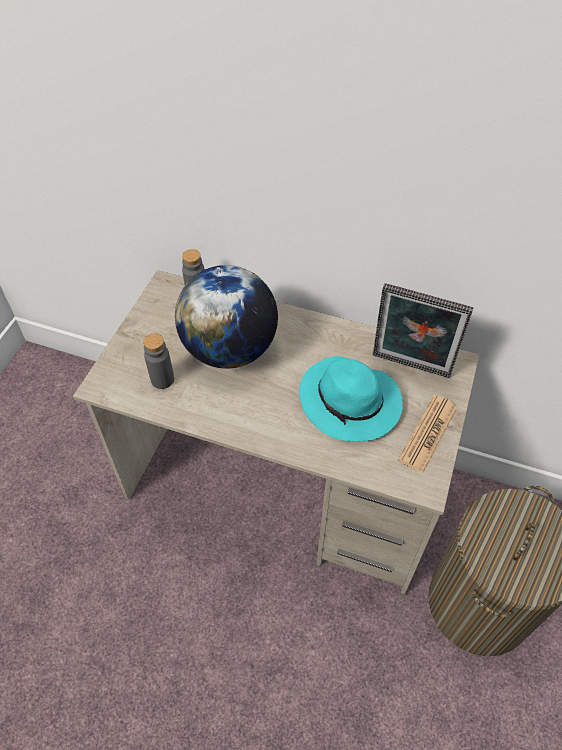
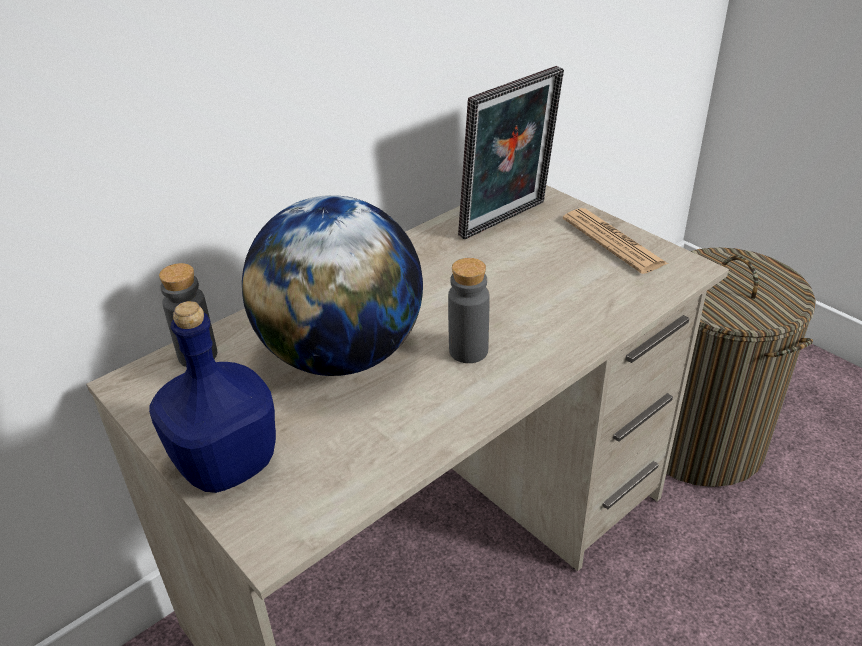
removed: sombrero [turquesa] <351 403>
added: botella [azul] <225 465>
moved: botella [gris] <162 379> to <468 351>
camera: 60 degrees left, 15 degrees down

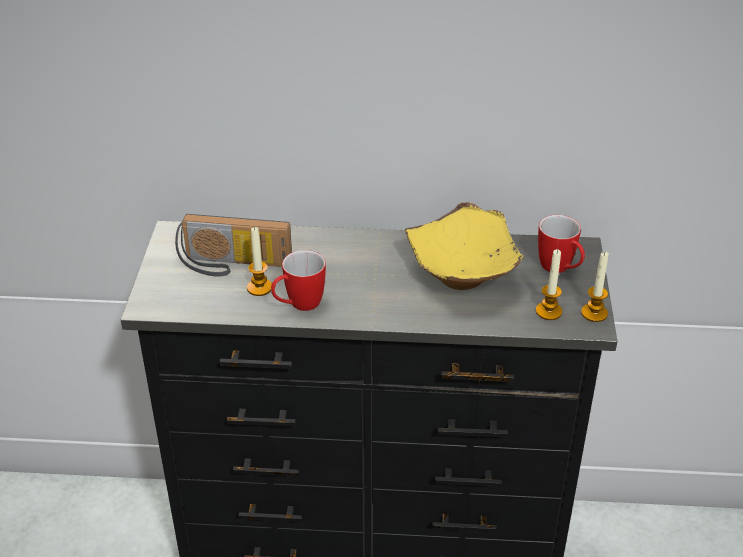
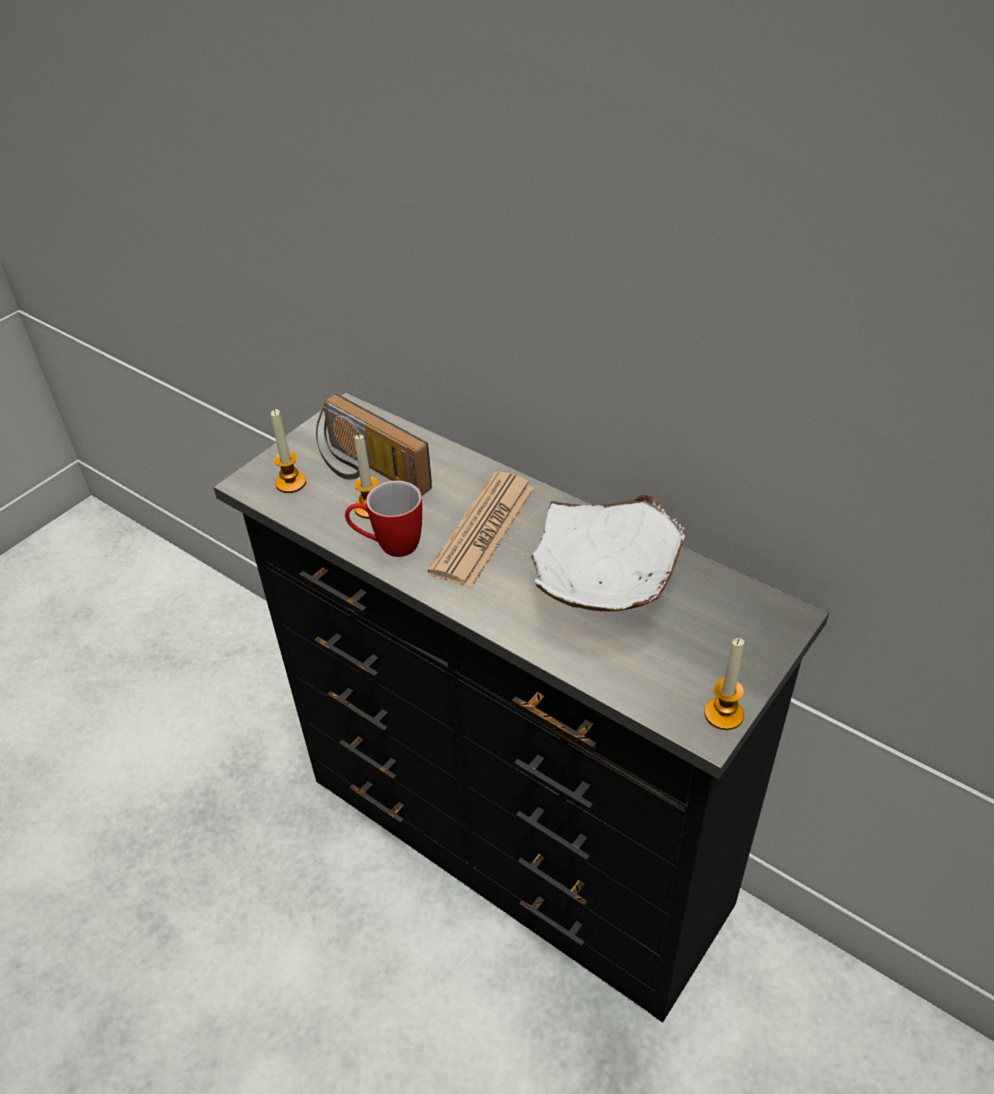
removed: taza grande <560 269>
added: periódico <483 529>
moved: vela <548 311> to <291 483>
recoloured: cuenco [amarillo] <465 276> to cuenco [blanco] <605 590>
camera: 35 degrees right, 5 degrees up

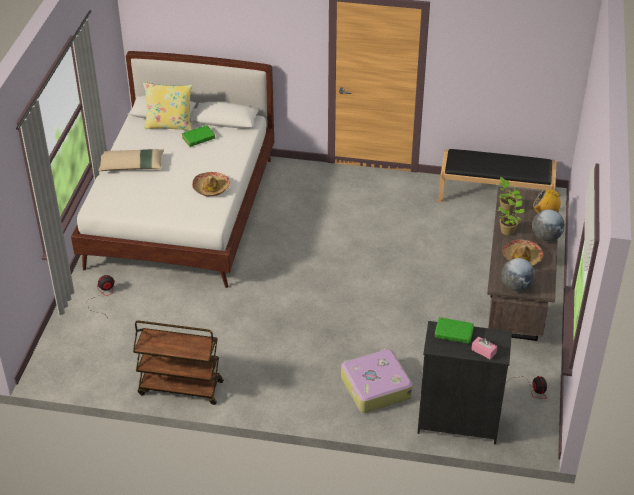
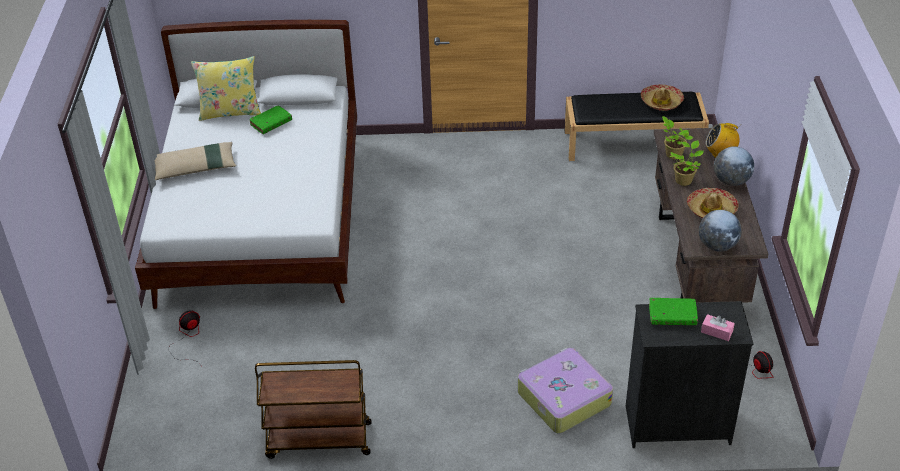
moved: sombrero <211 188> to <661 102>
camera: 10 degrees left, 0 degrees up

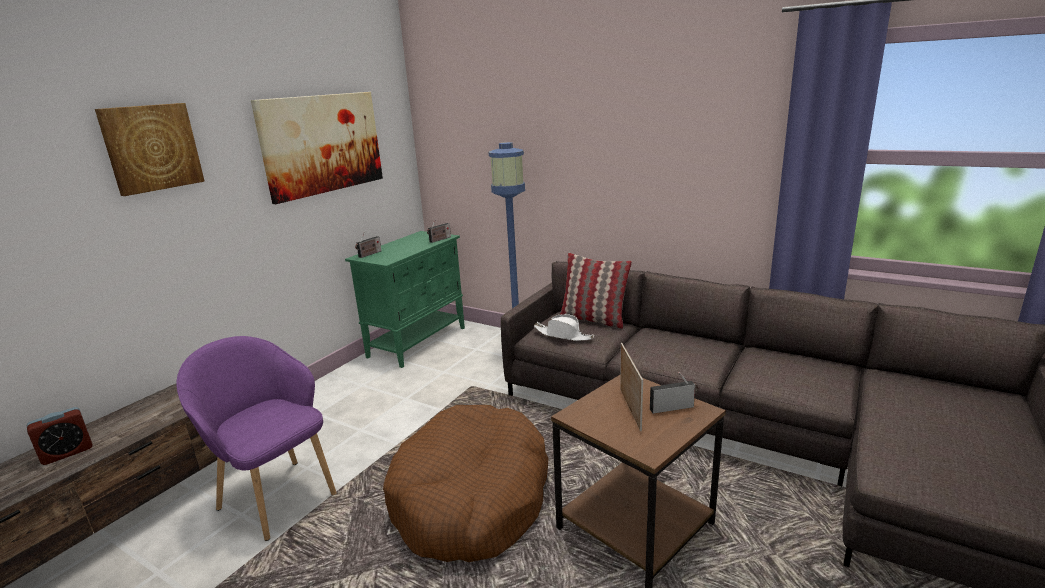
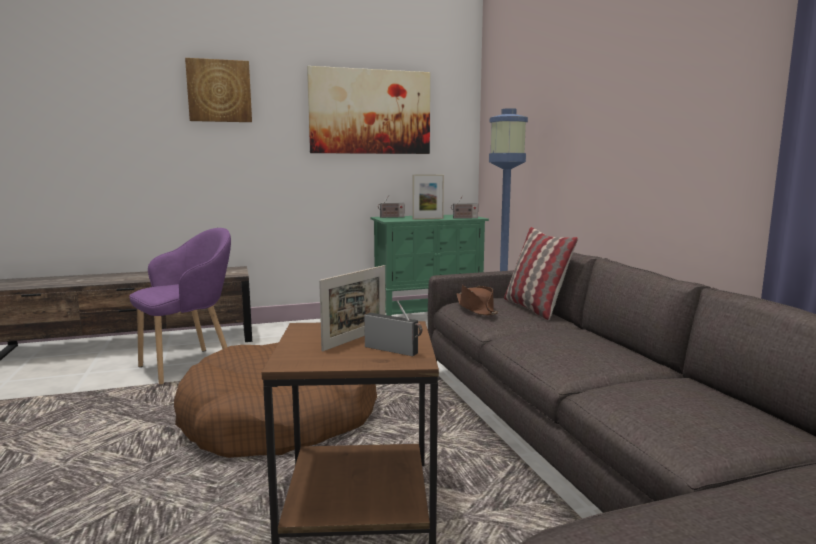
removed: despertador <67 453>
added: portarretratos <427 219>
recoloured: sombrero [blanco] <563 335> to sombrero [marrón] <476 308>
turned: sillón [morado] <277 497> = <189 366> 60 degrees clockwise
camera: 40 degrees right, 10 degrees down

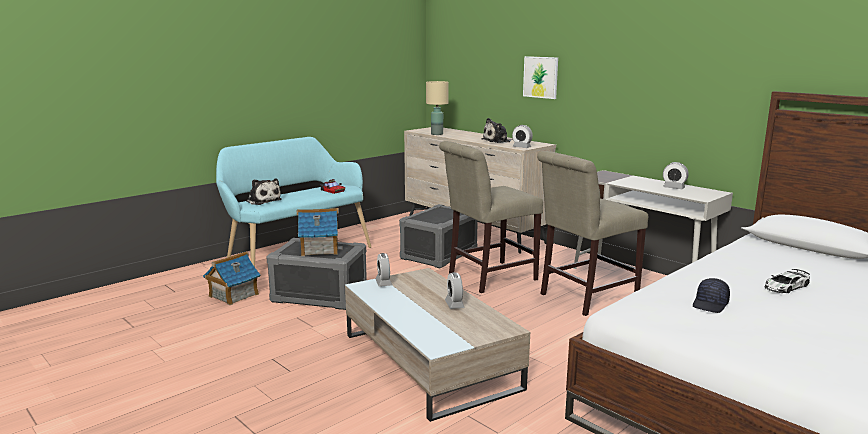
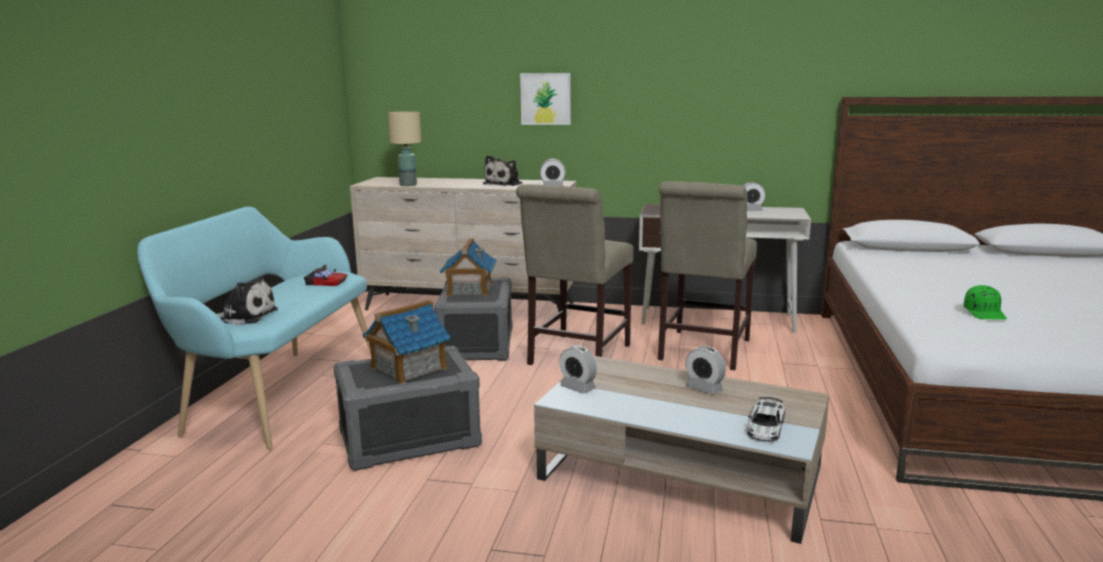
moved: casita <233 295> to <469 290>; coche de juguete <786 286> to <765 426>
recoloured: gorra [negro] <710 304> to gorra [verde] <985 313>
camera: 35 degrees left, 0 degrees up

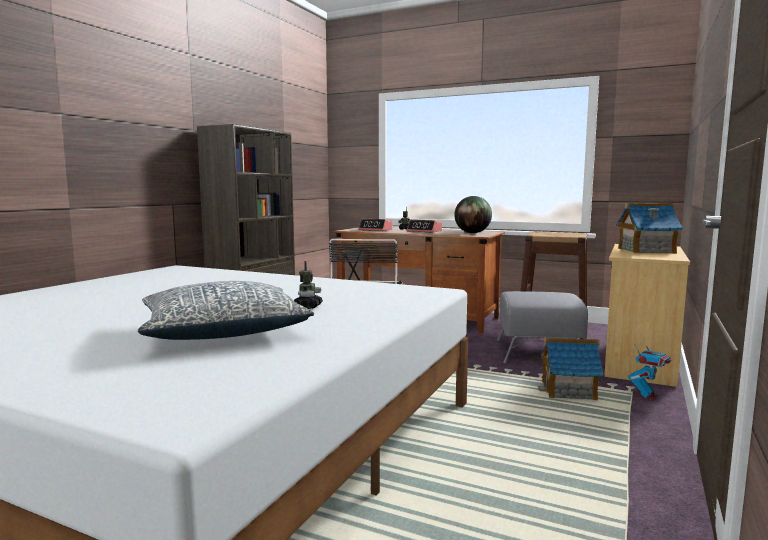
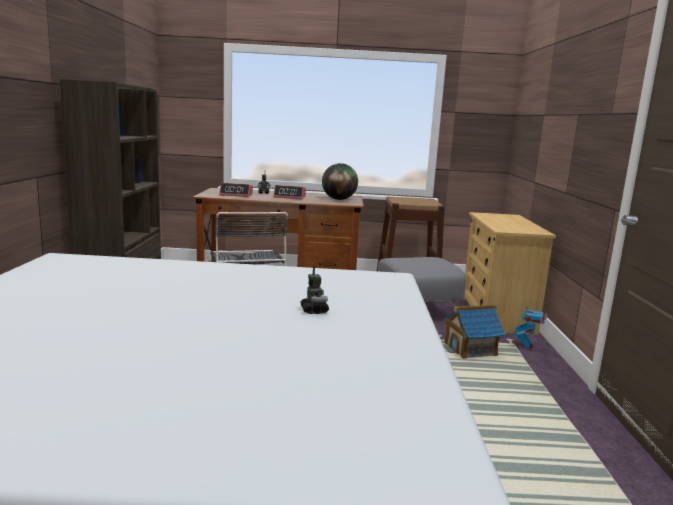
removed: cojín <224 331>; casita <645 251>
camera: 25 degrees left, 5 degrees up

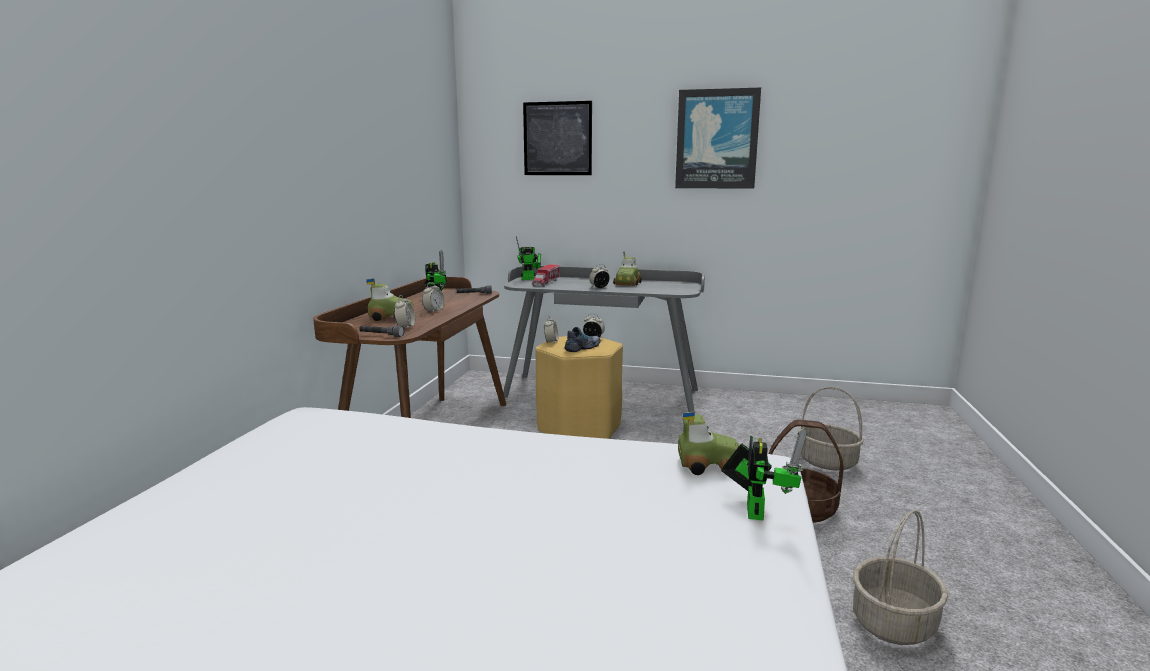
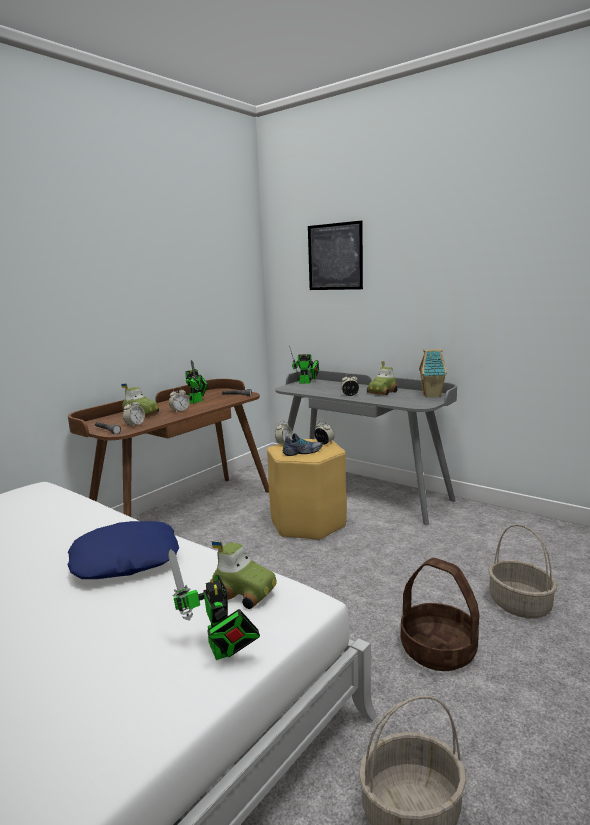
removed: camión de juguete <546 282>; cuadro <716 139>
added: cojín [azul] <125 559>; casita <432 395>
turned: robot de juguete <754 509> = <220 652> 120 degrees clockwise
camera: 25 degrees right, 0 degrees up

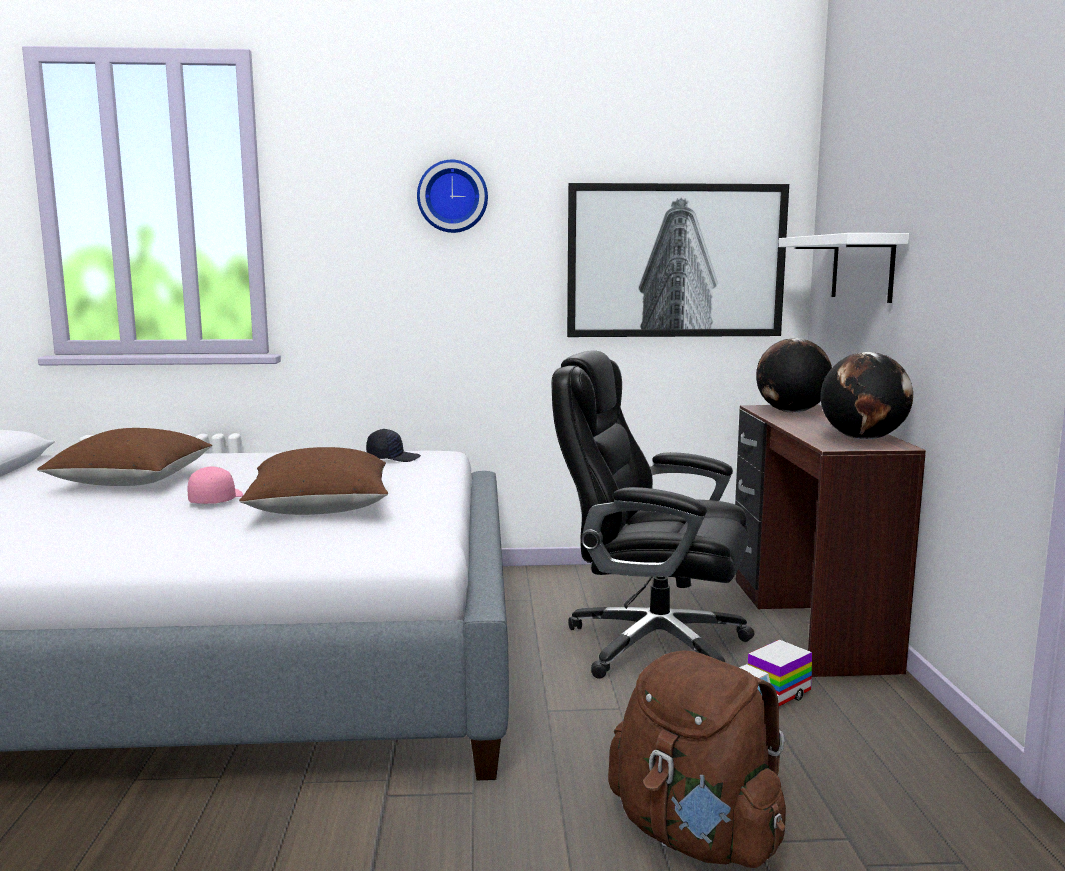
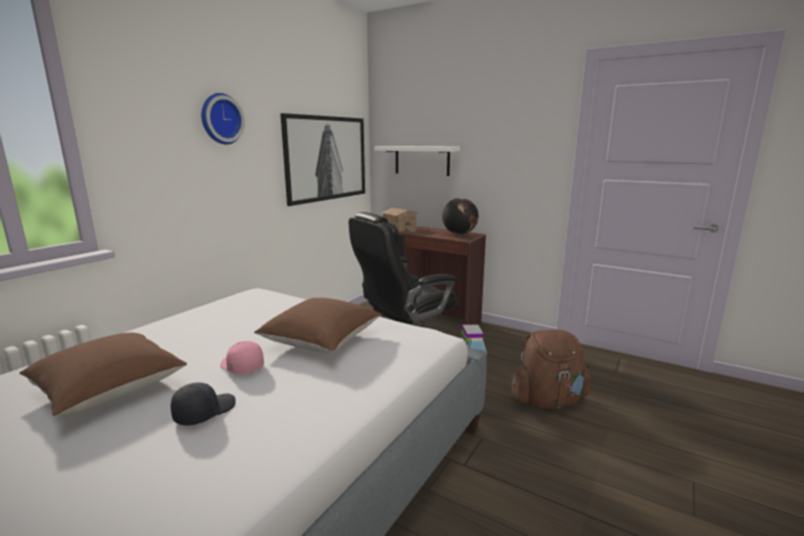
moved: gorra [negro] <393 458> to <204 411>
replaced: globo terráqueo <791 412> to casita <399 228>
camera: 55 degrees left, 5 degrees up

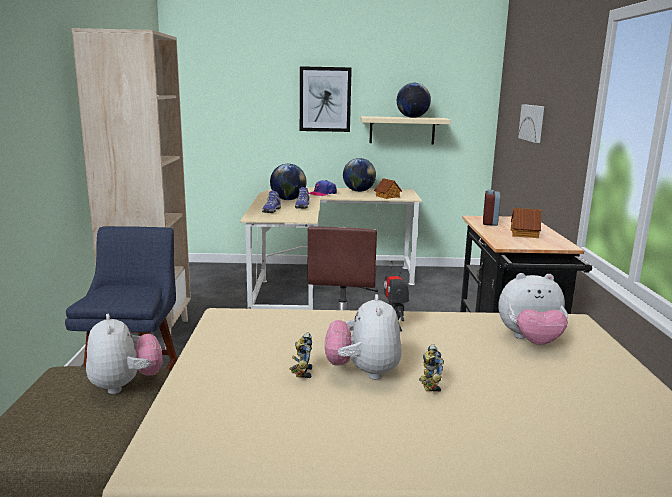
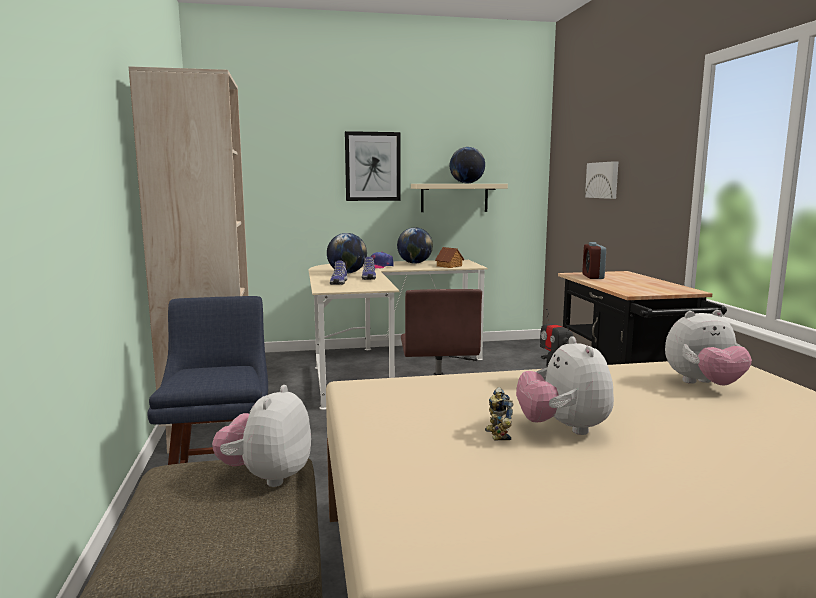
removed: robot de juguete <427 385>; casita <523 234>
turned: peluche <125 385> = <267 477> 135 degrees counterclockwise
camera: 10 degrees left, 5 degrees down

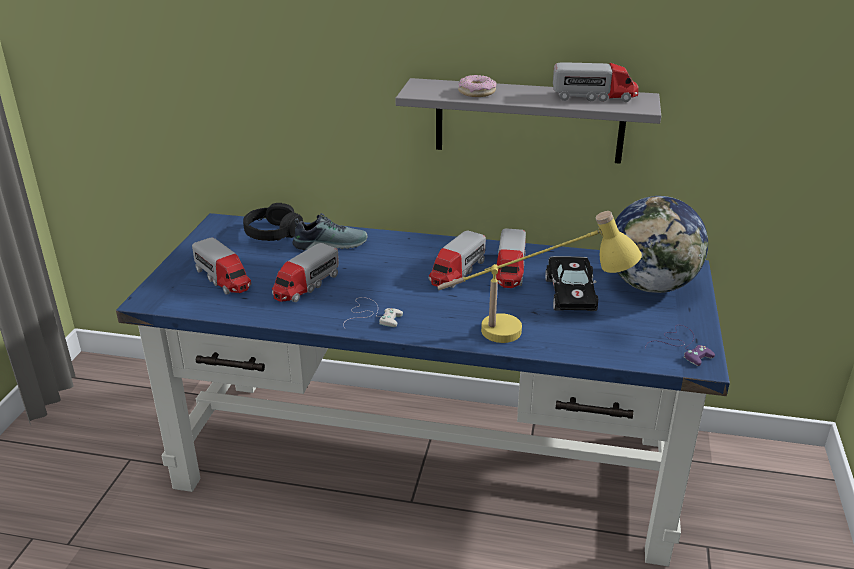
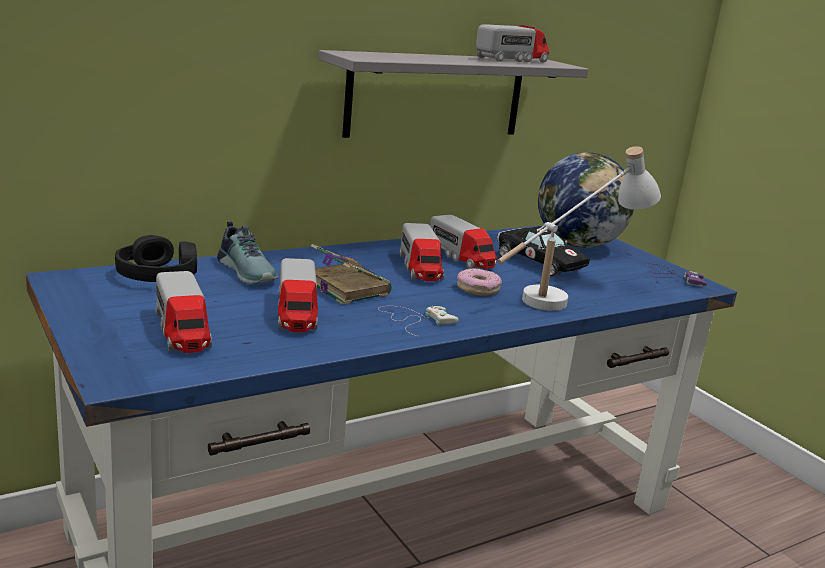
added: libro <346 287>
moved: rosquilla <477 92> to <478 289>
recoloured: lámpara de mesa [amarillo] <532 333> to lámpara de mesa [blanco] <567 296>
turned: camión de juguete <224 279> = <183 331> 60 degrees clockwise; zapato <330 243> = <248 271> 105 degrees clockwise
camera: 45 degrees left, 10 degrees down

